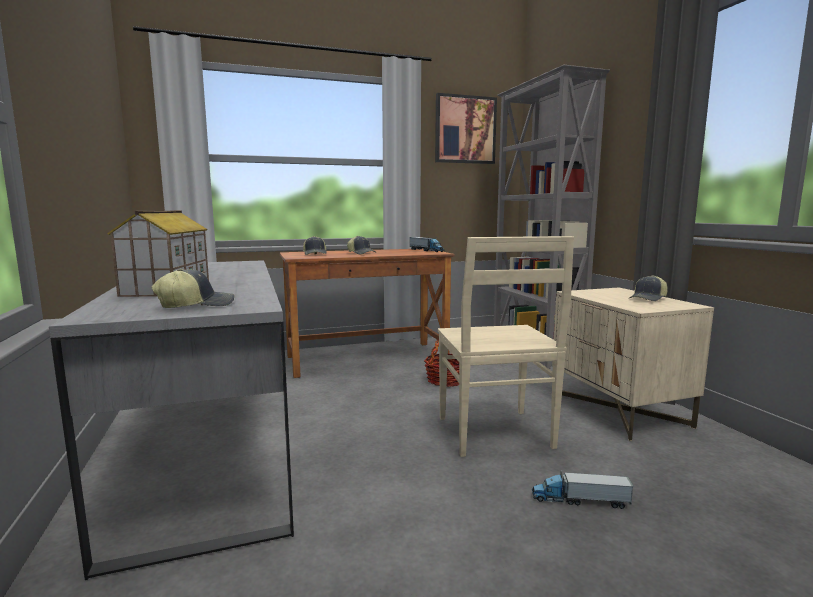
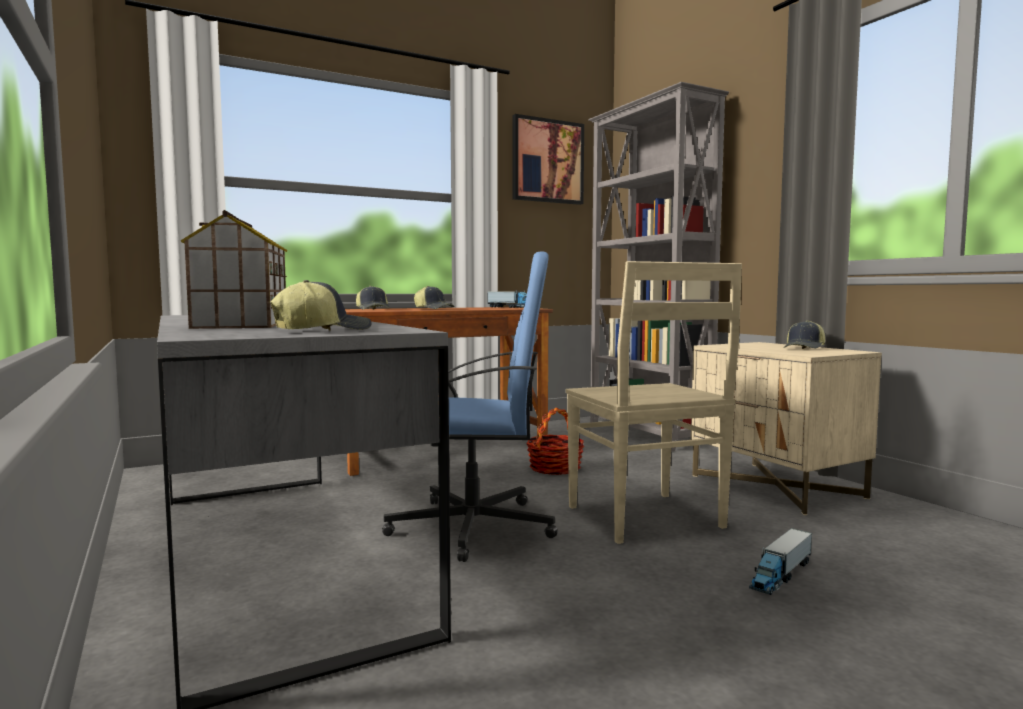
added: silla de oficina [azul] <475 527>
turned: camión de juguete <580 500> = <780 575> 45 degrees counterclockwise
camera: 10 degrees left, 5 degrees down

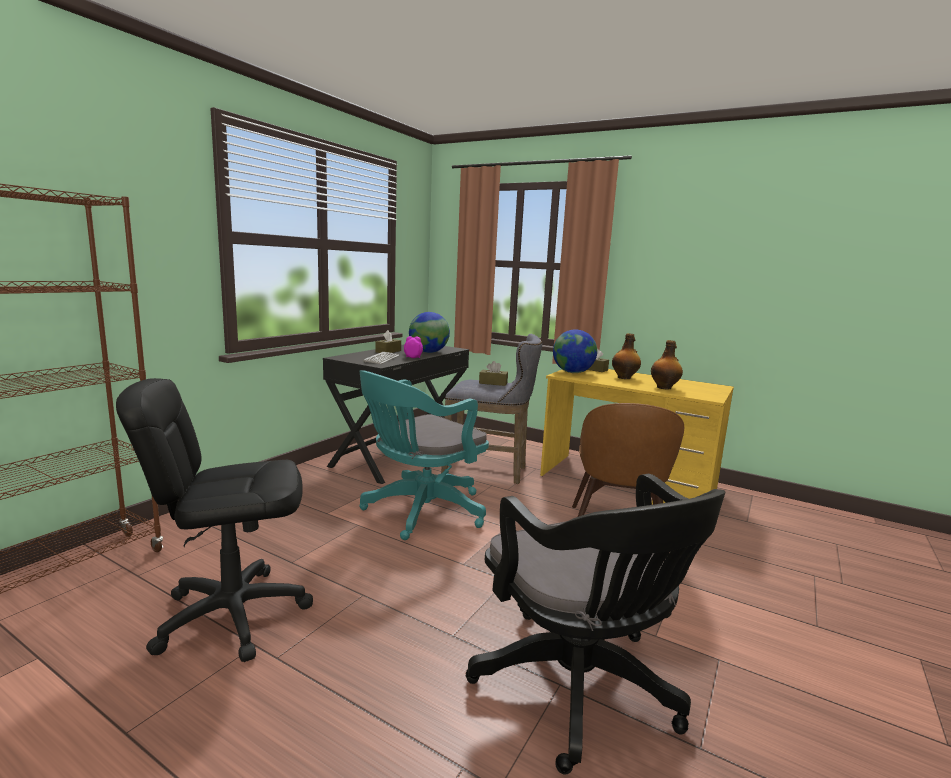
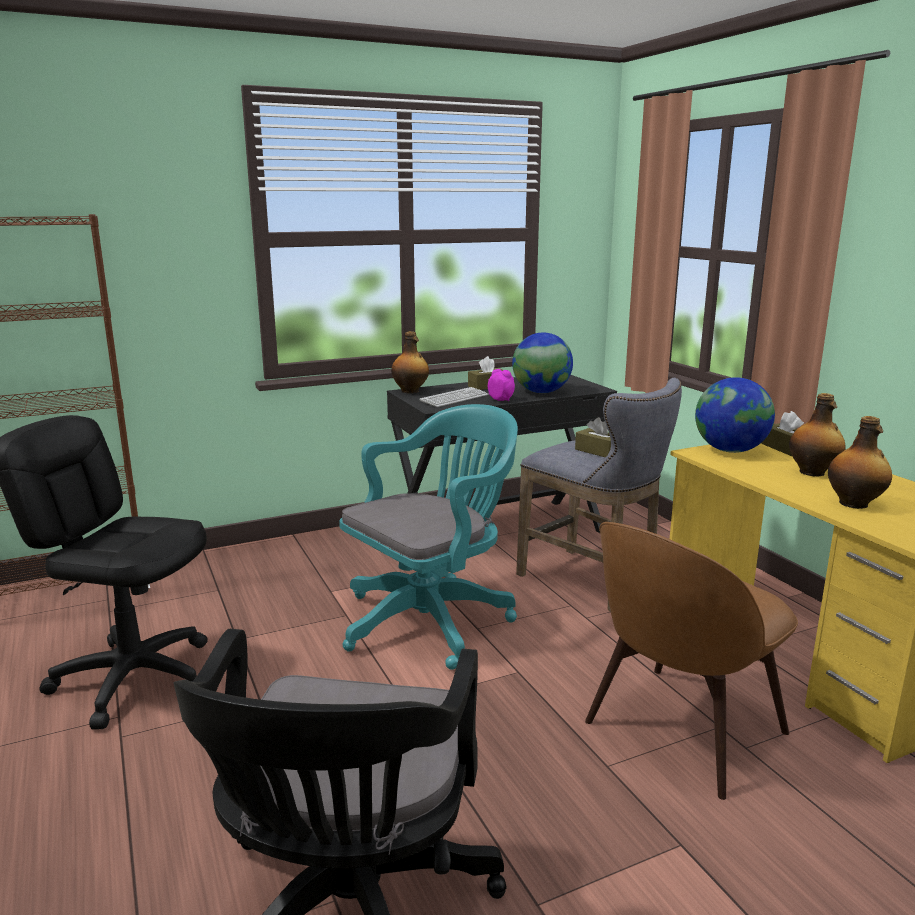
added: botella <410 391>
turned: silla de oficina [turquesa] <420 512> = <432 618> 150 degrees clockwise
camera: 35 degrees right, 5 degrees up

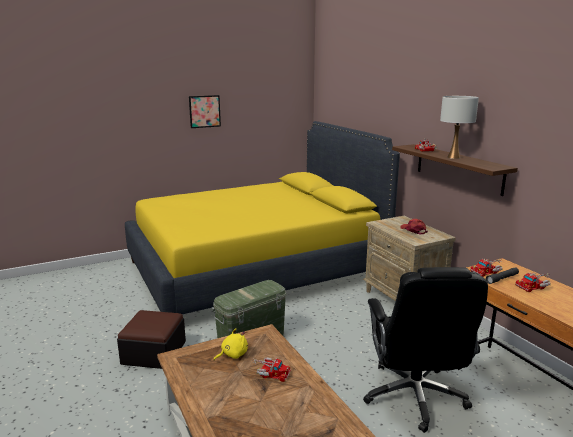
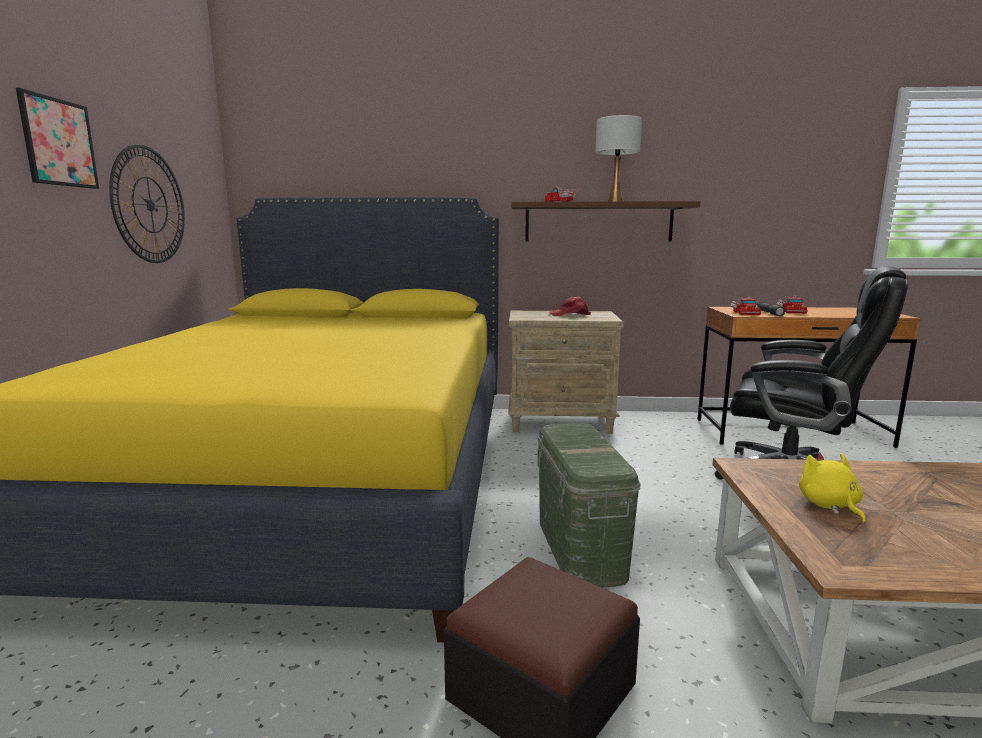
removed: camión de juguete <270 373>
added: reloj de pared <150 205>
camera: 60 degrees left, 5 degrees down

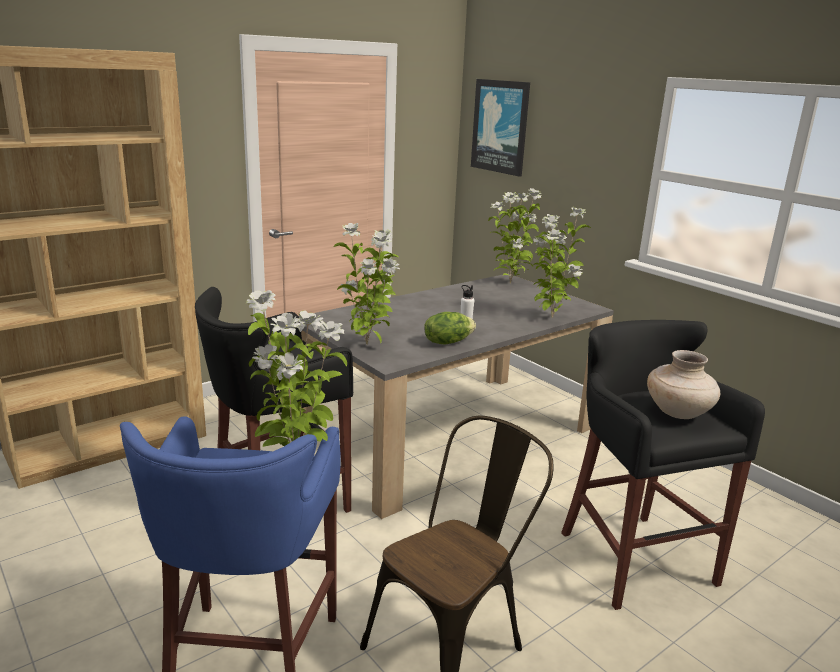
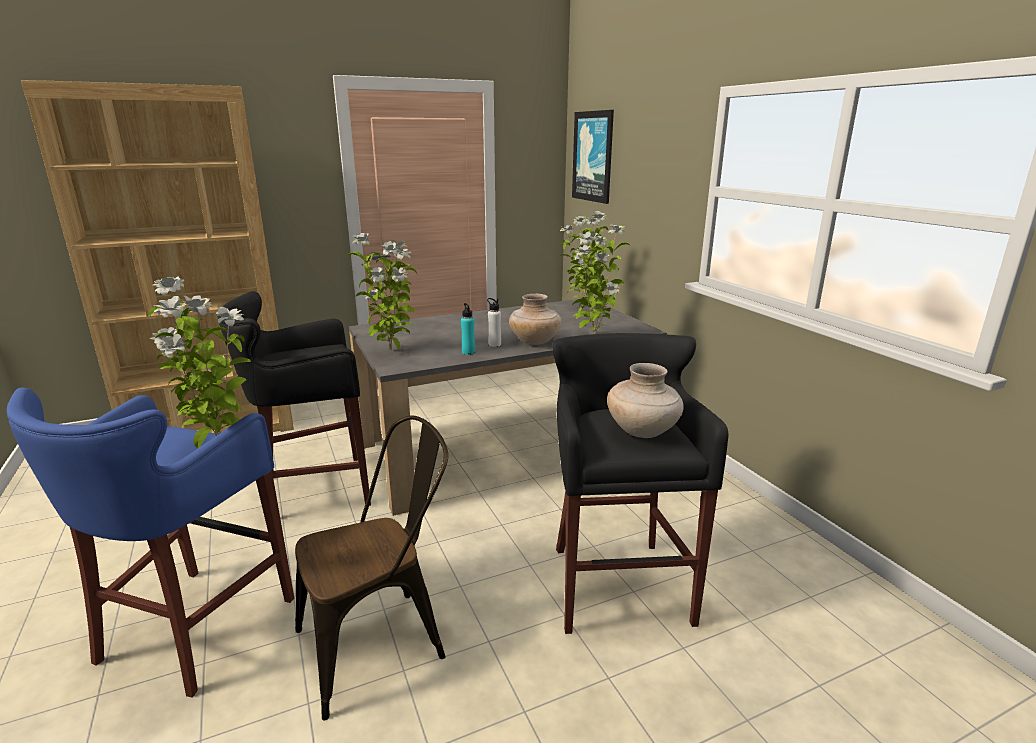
added: florero [beis] <534 342>
replaced: lechuga <447 342> to botella [turquesa] <468 352>
camera: 15 degrees right, 0 degrees up

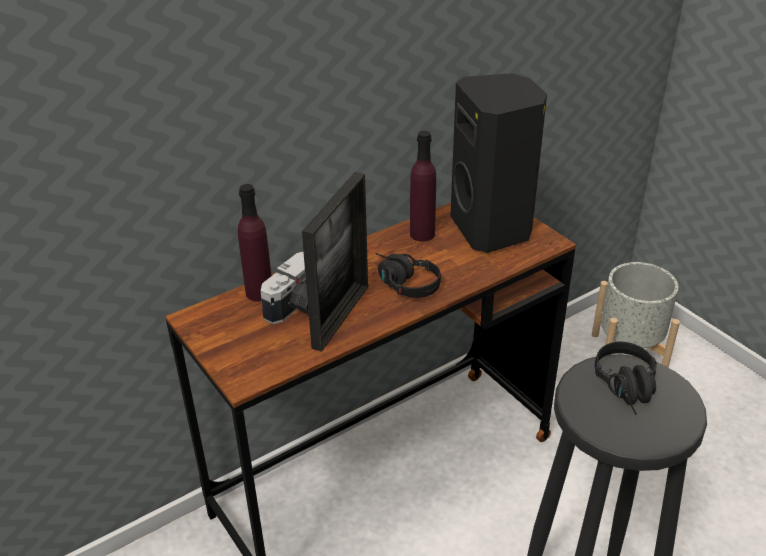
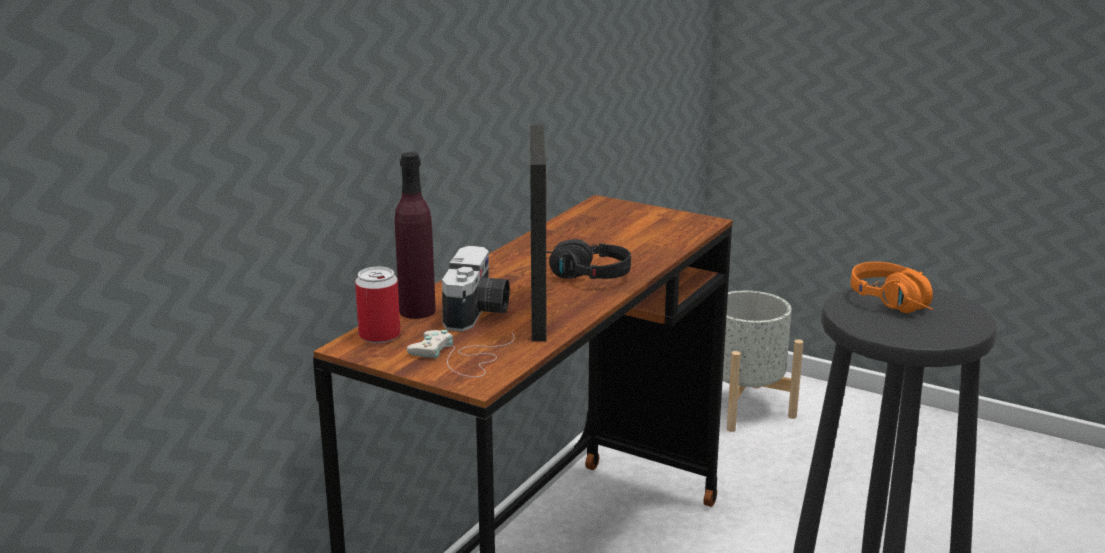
removed: botella [morado] <422 234>; altavoz [negro] <493 229>
added: lata <379 336>; mando de consola [blanco] <461 358>
recoloured: auriculares [negro] <628 390> to auriculares [naranja] <898 304>
camera: 25 degrees left, 15 degrees down

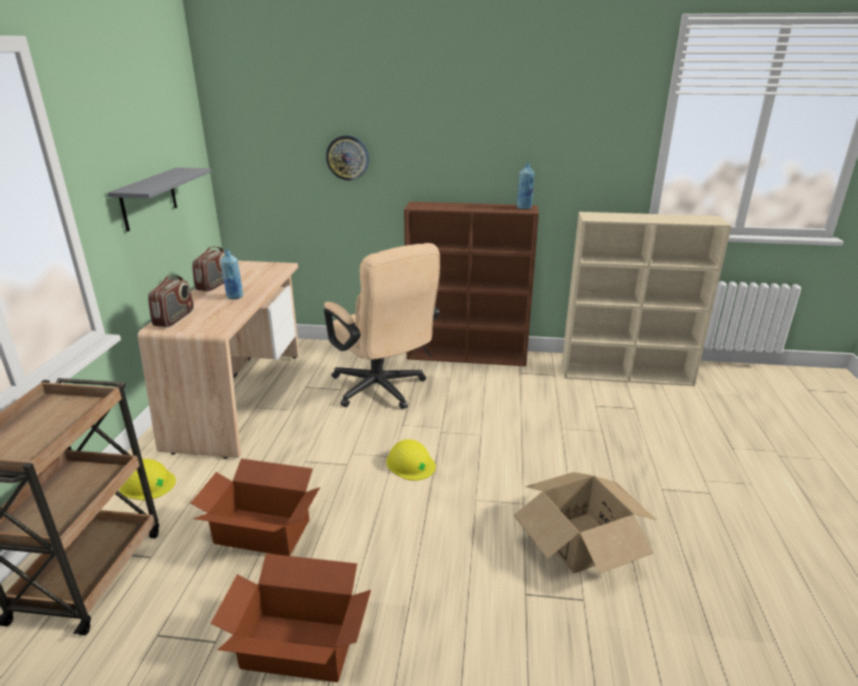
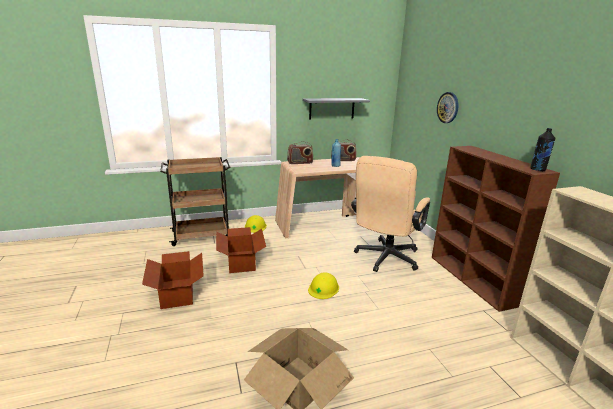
recoloured: botella [azul] <524 208> to botella [negro] <538 169>
camera: 65 degrees right, 5 degrees down

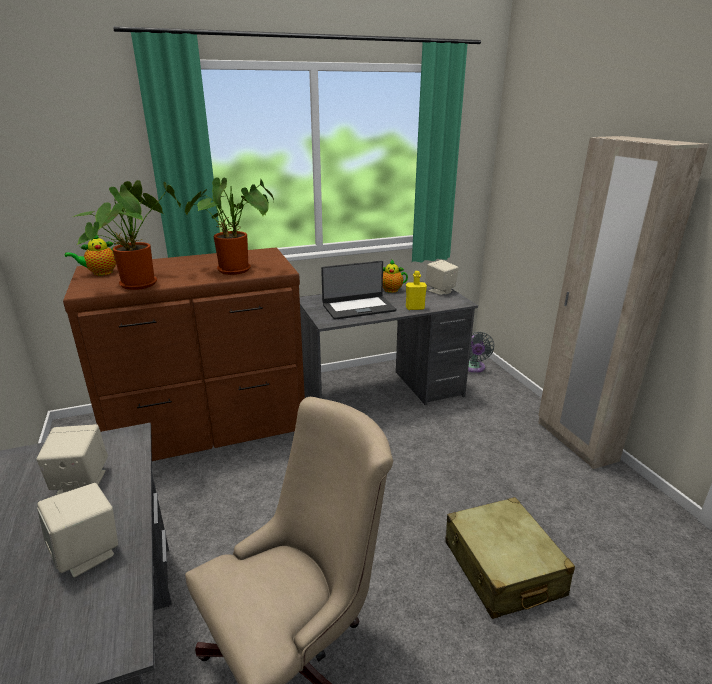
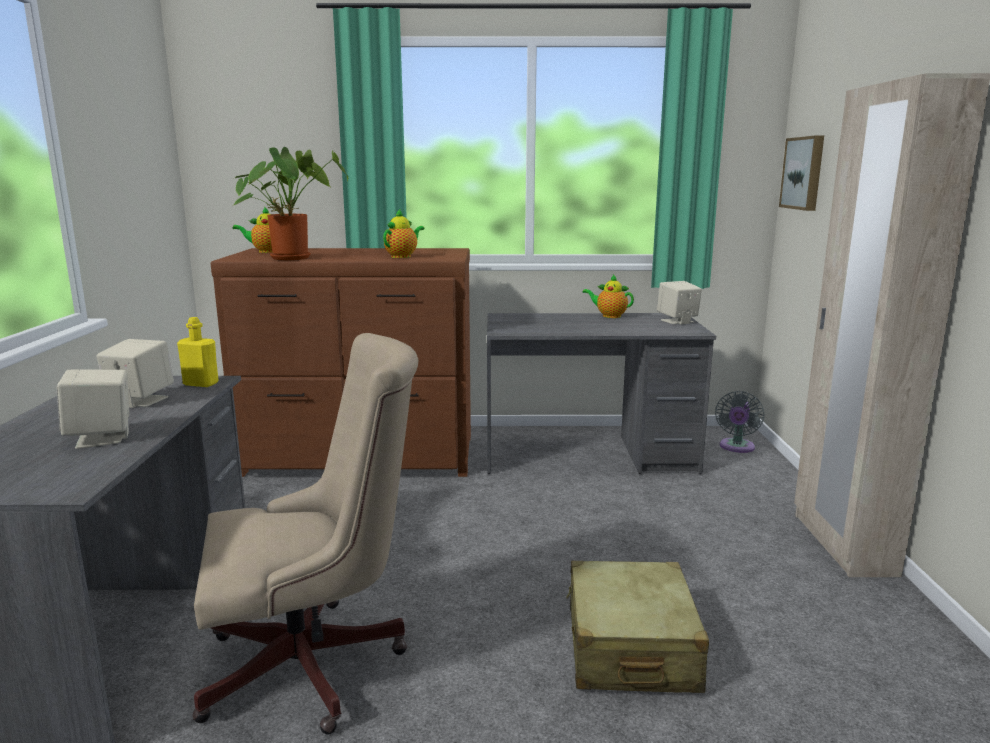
removed: portátil <358 307>
added: cuadro <804 173>
moved: botella [amarillo] <415 308> to <201 384>
replaced: planta en maceta <238 270> to tetera <403 256>
camera: 20 degrees right, 10 degrees down

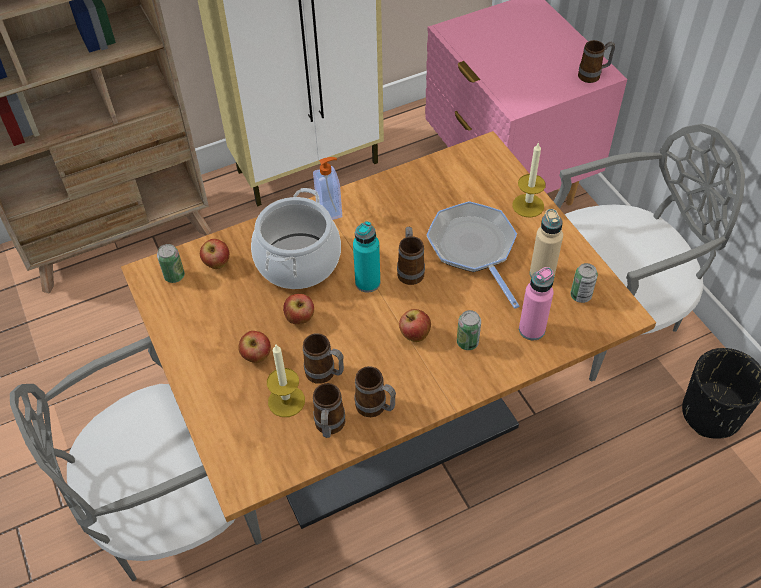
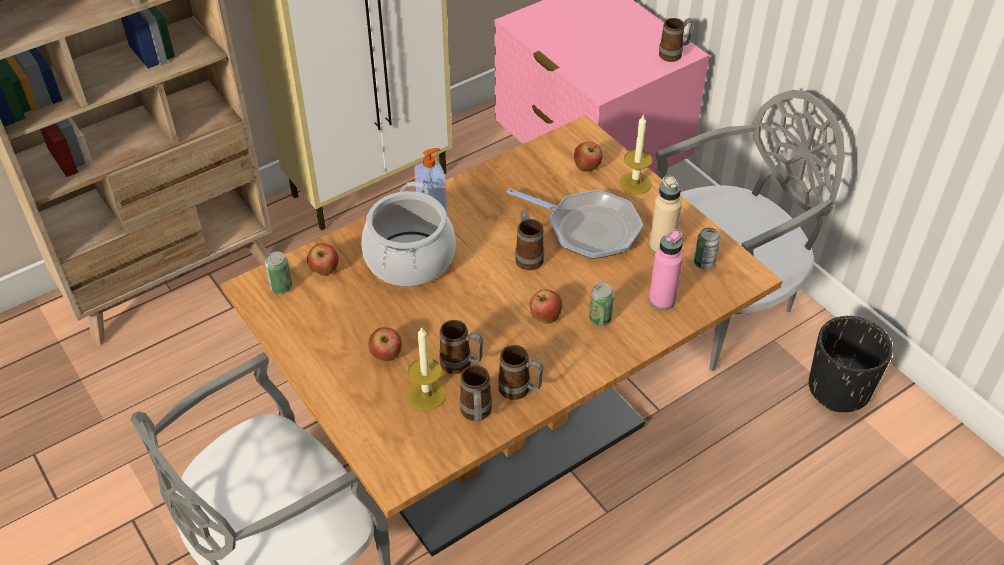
removed: botella [turquesa] <367 282>
moved: manzana <300 319> to <587 168>
turned: sartén <473 248> = <588 229> 150 degrees clockwise
camera: 10 degrees left, 5 degrees down

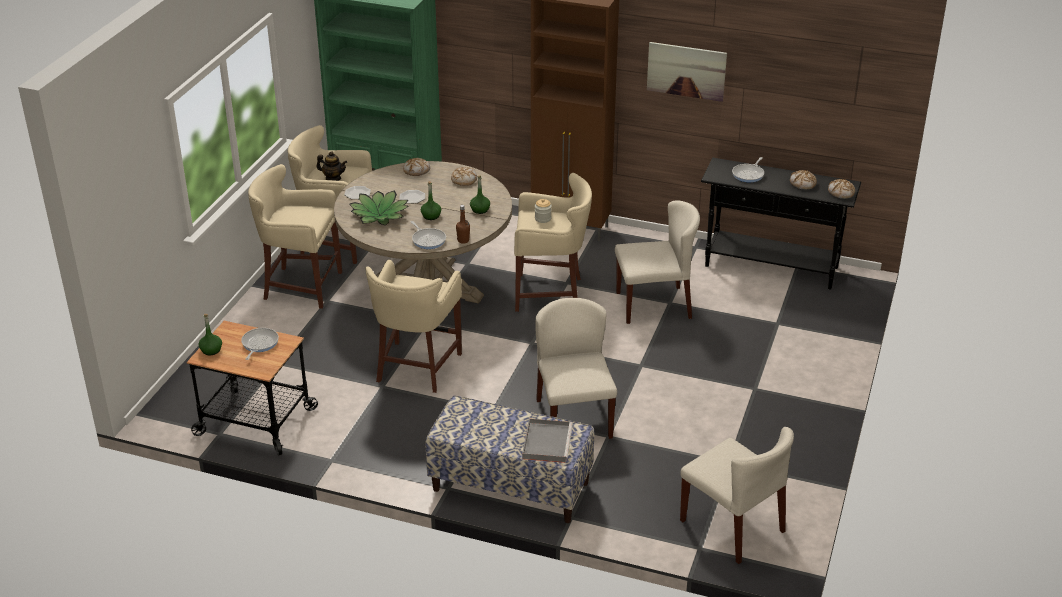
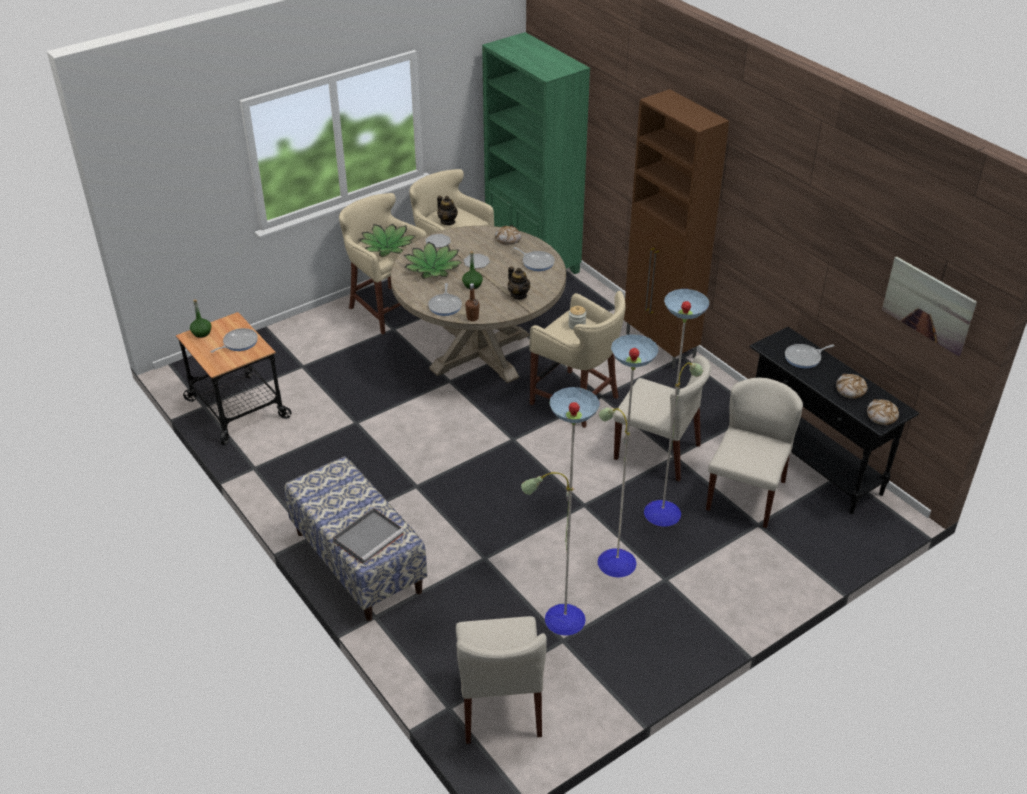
removed: taburete [beis] <416 368>
added: planta en maceta <387 247>; lámpara de pie <614 561>
moved: silla [beis] <573 418> to <745 494>; cuadro <686 71> to <928 305>
replaced: botella [verde] <480 210> to tetera <518 295>; pan <464 180> to sartén <536 262>
camera: 35 degrees right, 5 degrees up

